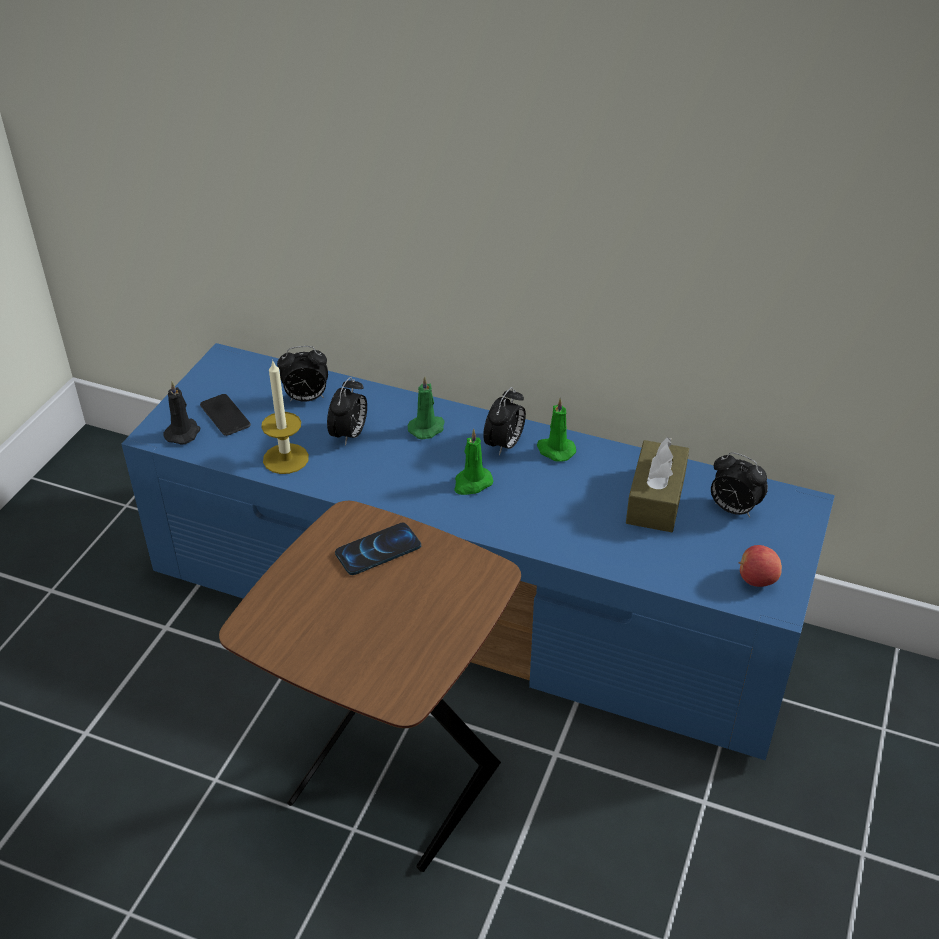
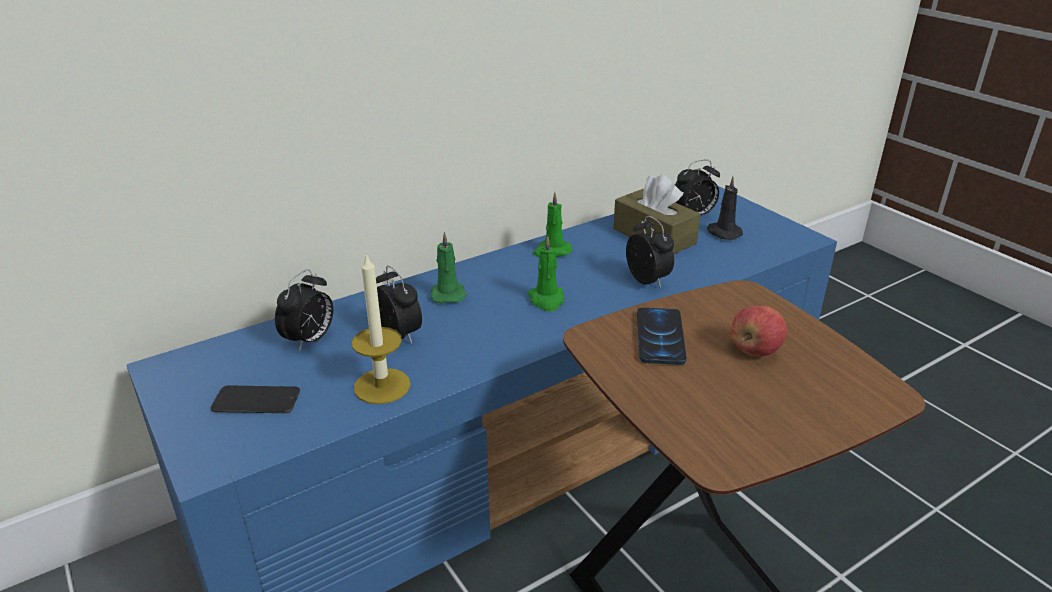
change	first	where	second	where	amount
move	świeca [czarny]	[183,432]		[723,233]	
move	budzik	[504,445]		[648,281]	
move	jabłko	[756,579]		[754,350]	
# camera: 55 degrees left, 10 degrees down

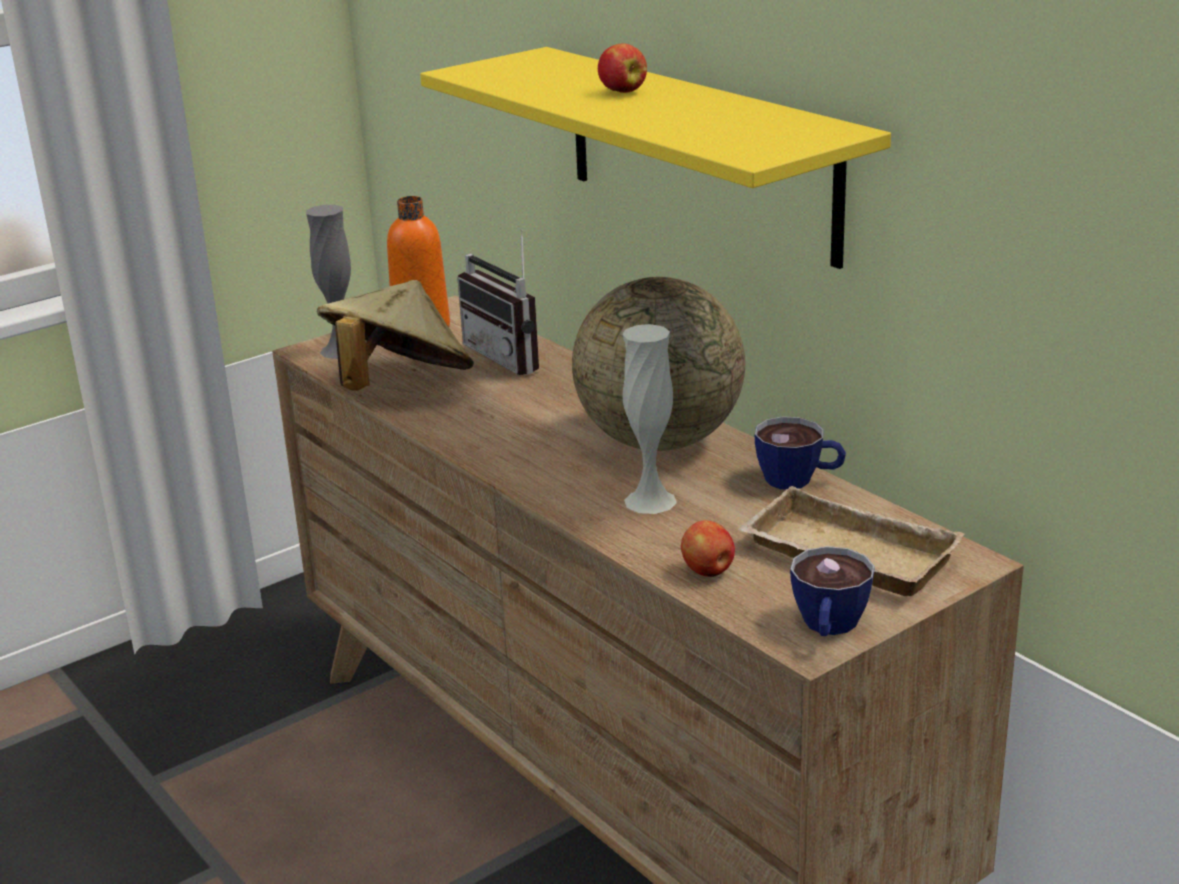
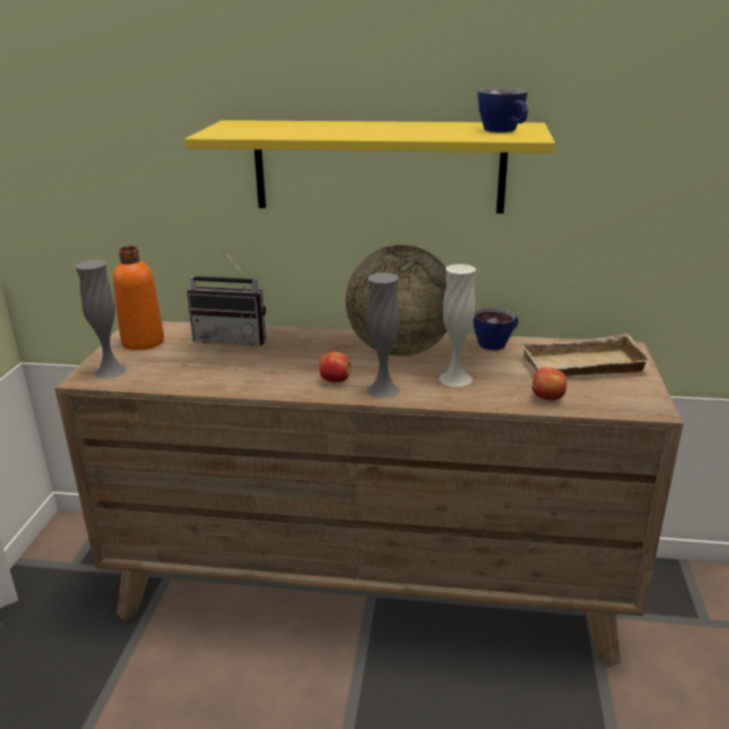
change	first	where	second	where	amount
move	jabłko	[622,91]		[334,380]	
delete	kapelusz [beżowy]	[399,386]			
move	filiżanka	[828,628]		[504,131]	
insert			wazon [szary]	[383,390]	
# camera: 45 degrees left, 0 degrees up

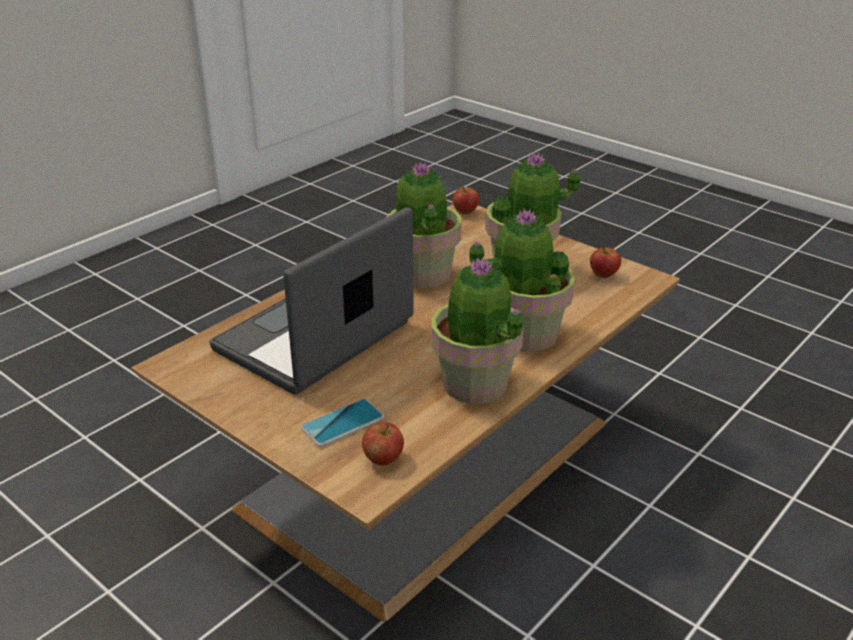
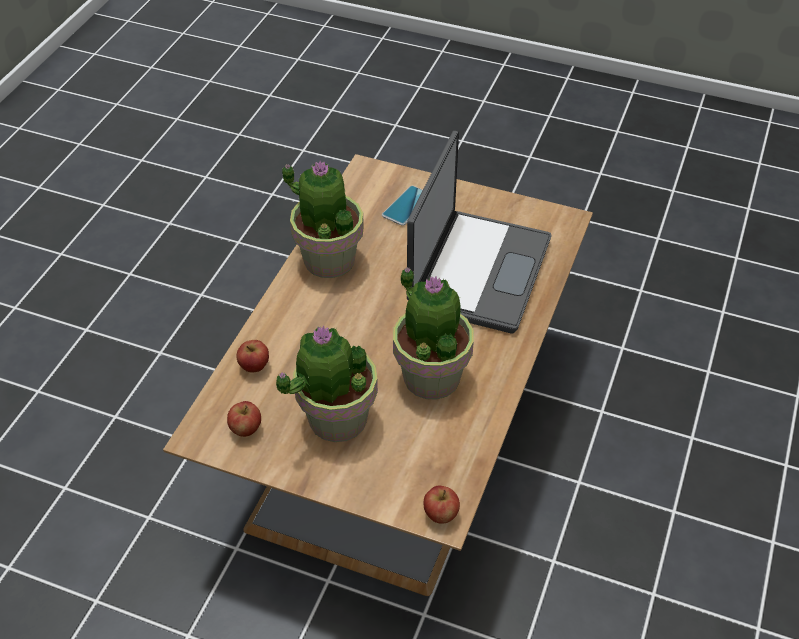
change	first	where	second	where	amount
delete	roślina doniczkowa	[526,334]			
move	jabłko	[383,459]		[254,366]	
# camera: 160 degrees right, 15 degrees up

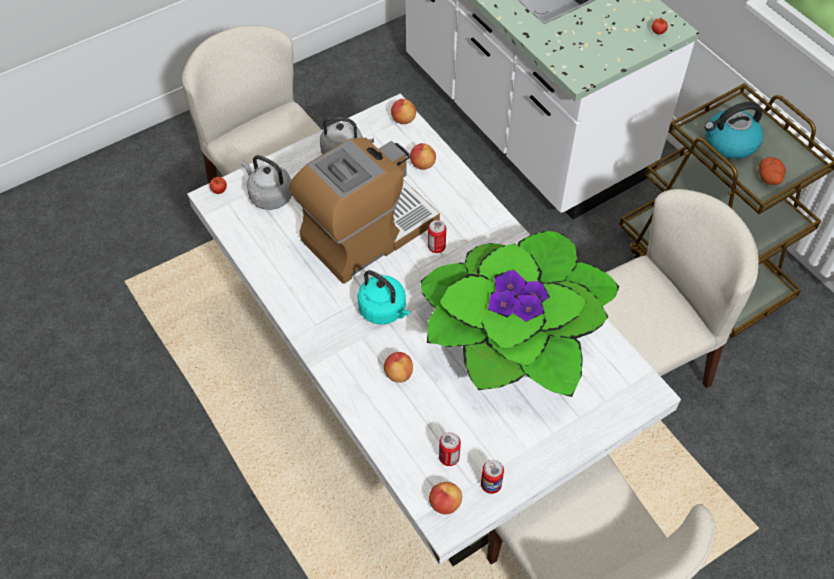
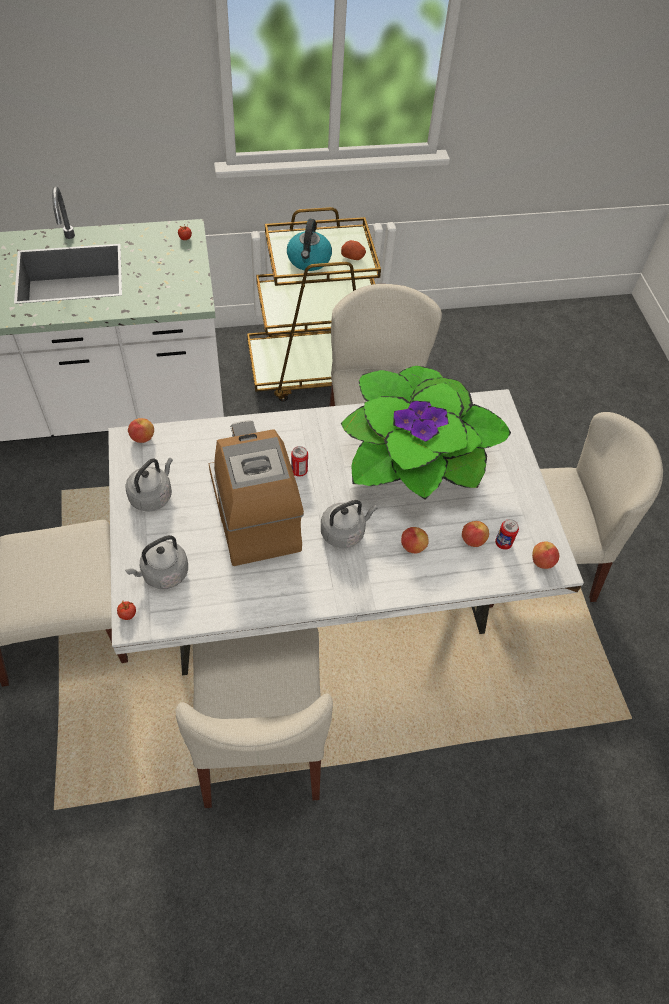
change	first	where	second	where	amount
move	jabłko	[422,164]		[472,540]	
recolor	czajnik [turkusowy]	[384,310]	czajnik [szary]	[344,532]	
delete	puszka	[491,485]			
insert			krzesło [beżowy]	[261,739]	
# camera: 70 degrees left, 0 degrees up

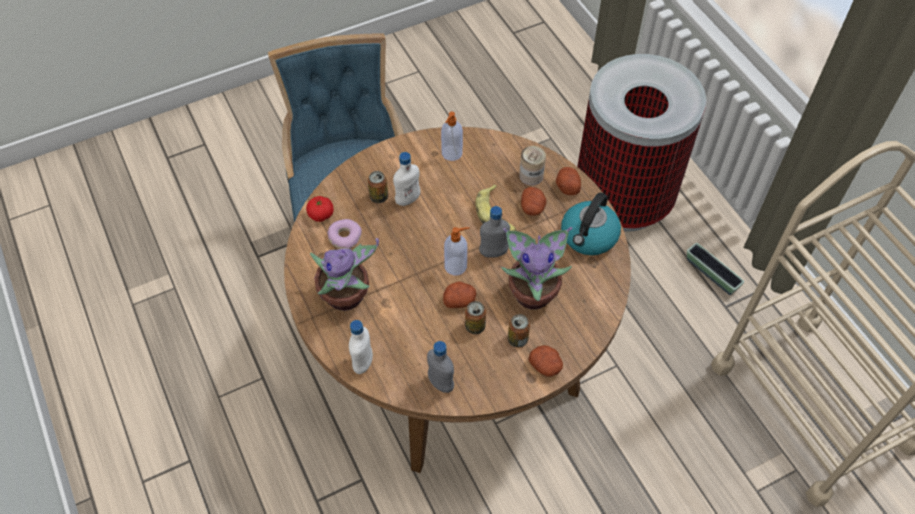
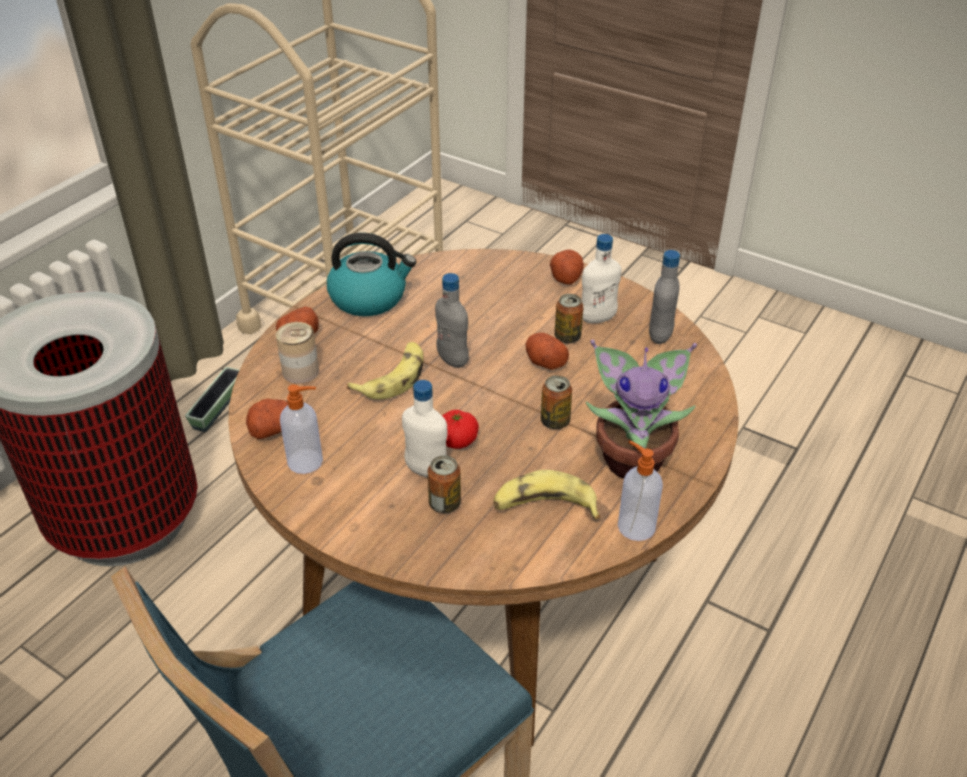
change	first	where	second	where	amount
move	ziemniak	[532,208]		[272,428]	
move	pomidor	[321,214]		[457,440]	
replace	donut	[345,237]	banan	[544,506]	
move	dozownik mydła	[456,266]		[635,526]	
delete	roślina doniczkowa	[533,292]			
move	puszka	[517,339]		[555,421]	
move	butelka [biały]	[363,363]		[597,318]	
# camera: 120 degrees left, 15 degrees down

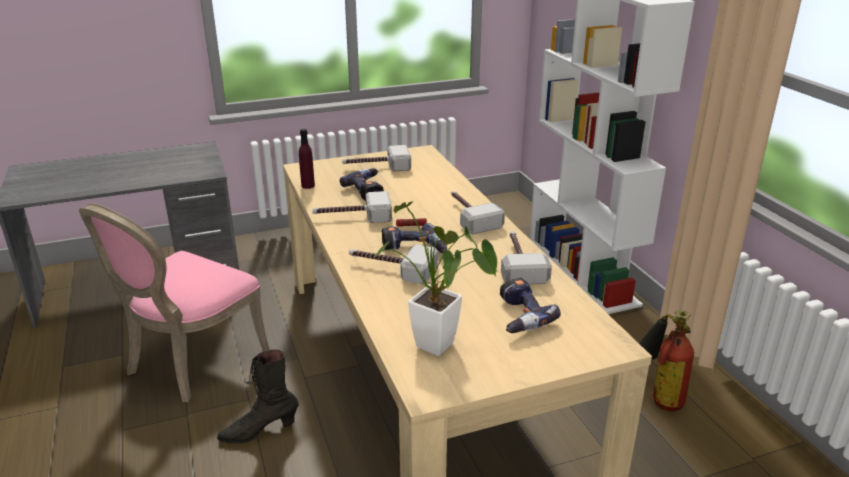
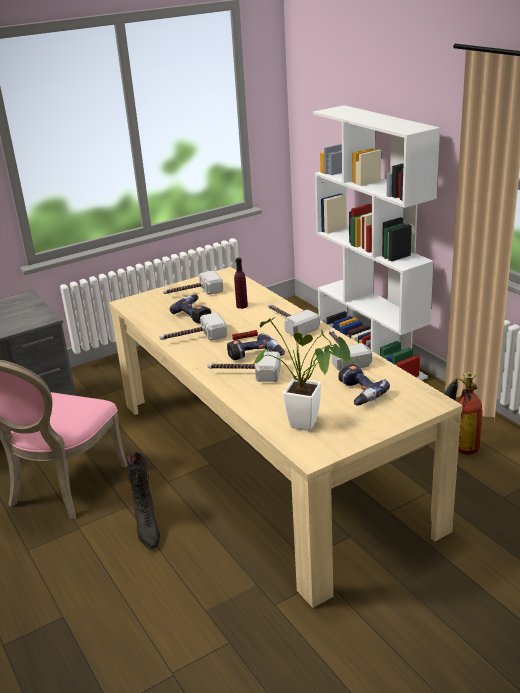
change	first	where	second	where	amount
move	butelka [fioletowy]	[308,186]		[242,306]	
rotate	but z cholewką [czarny]	[259,431]		[147,528]	75 degrees counterclockwise
# camera: 10 degrees left, 0 degrees up

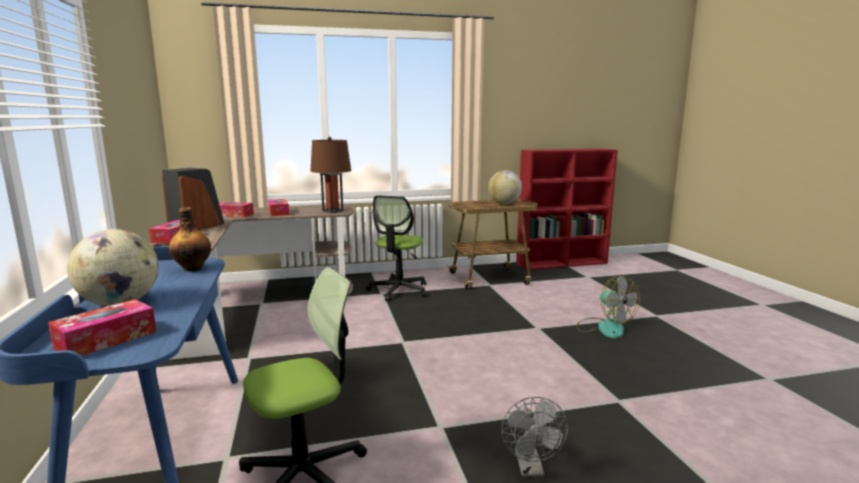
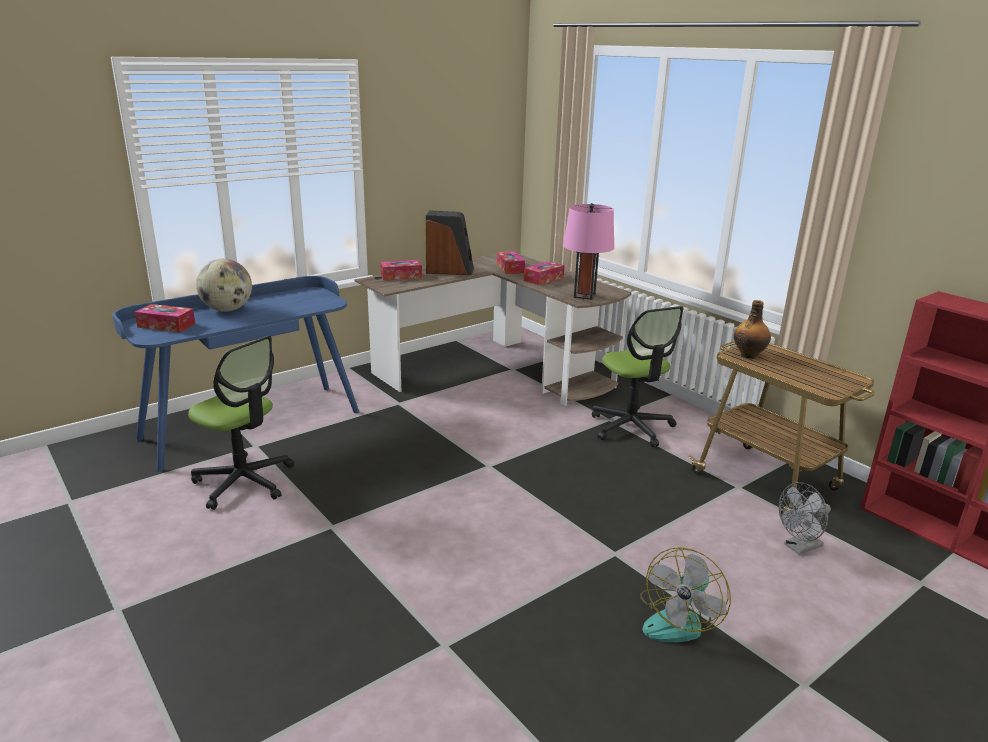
change	first	where	second	where	amount
recolor	lampa stołowa [brązowy]	[332,211]	lampa stołowa [różowy]	[584,295]	
delete	globus	[504,204]			
rotate	krzesło biurowe	[399,290]		[631,427]	105 degrees counterclockwise
move	butelka	[193,268]		[749,355]	
move	wentylator [szary]	[531,469]		[799,547]	
# camera: 65 degrees right, 10 degrees up

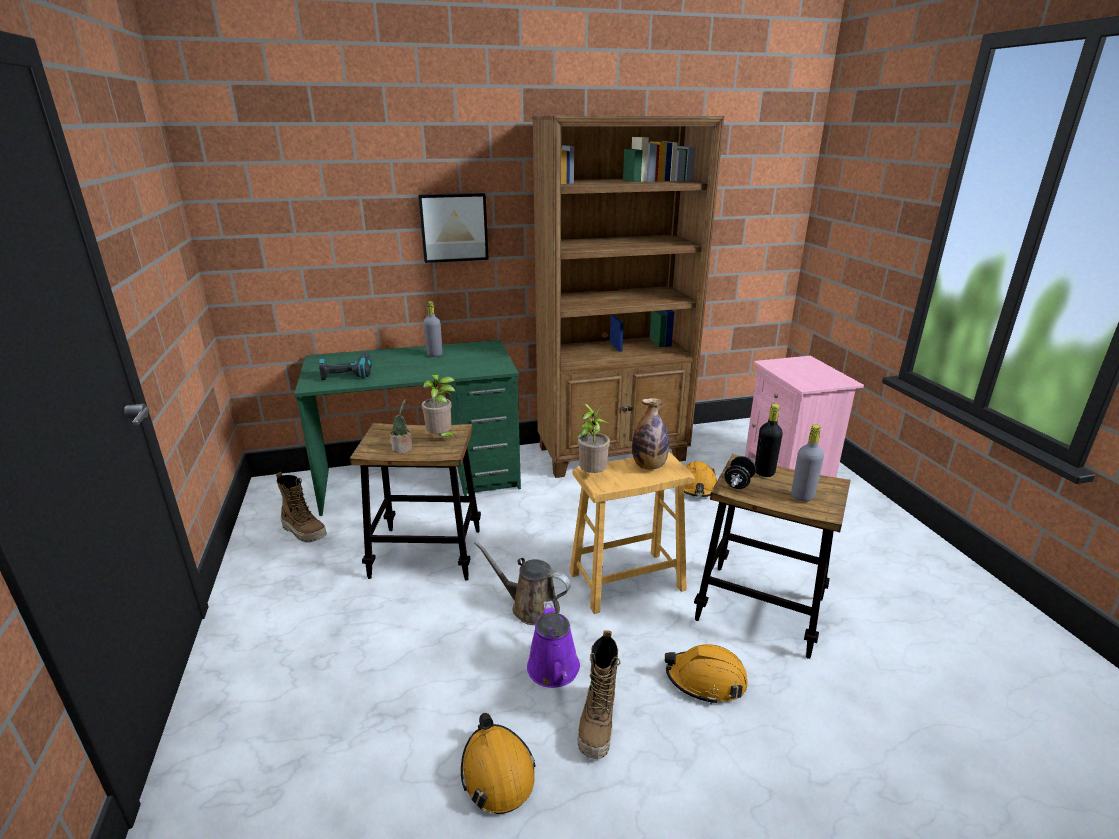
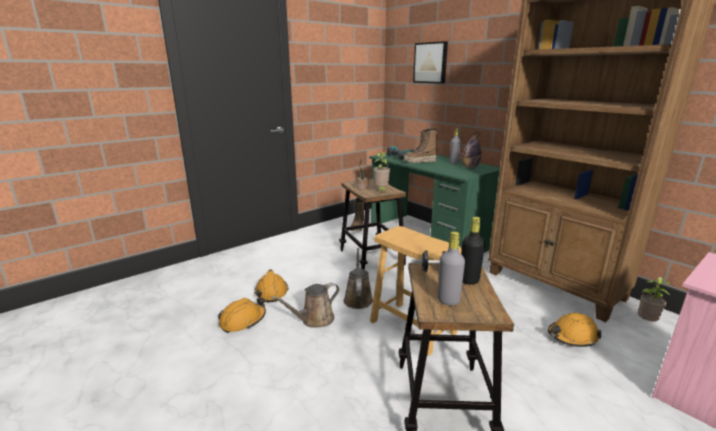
change	first	where	second	where	amount
move	obraz	[453,227]		[431,63]	
move	butelka	[649,466]		[470,167]	
move	roślina doniczkowa	[592,475]		[646,322]	
recolor	konewka [fioletowy]	[554,671]	konewka [brązowy]	[314,319]	
move	but z cholewką	[598,724]		[419,162]	
move	kask [pomarańczowy]	[705,680]		[271,291]	
# camera: 65 degrees right, 5 degrees down

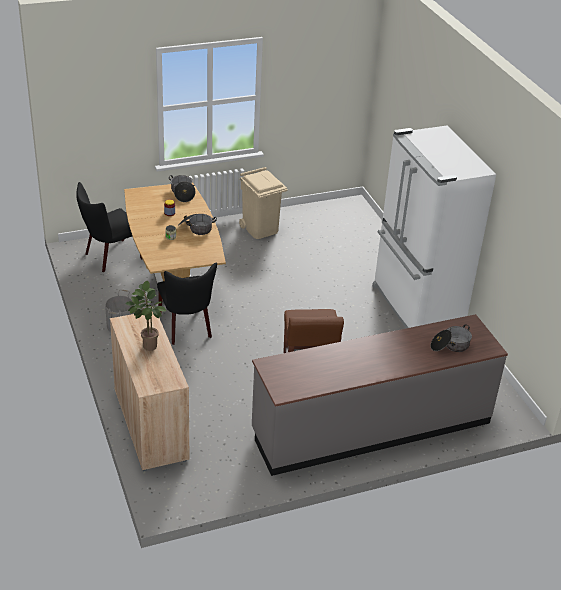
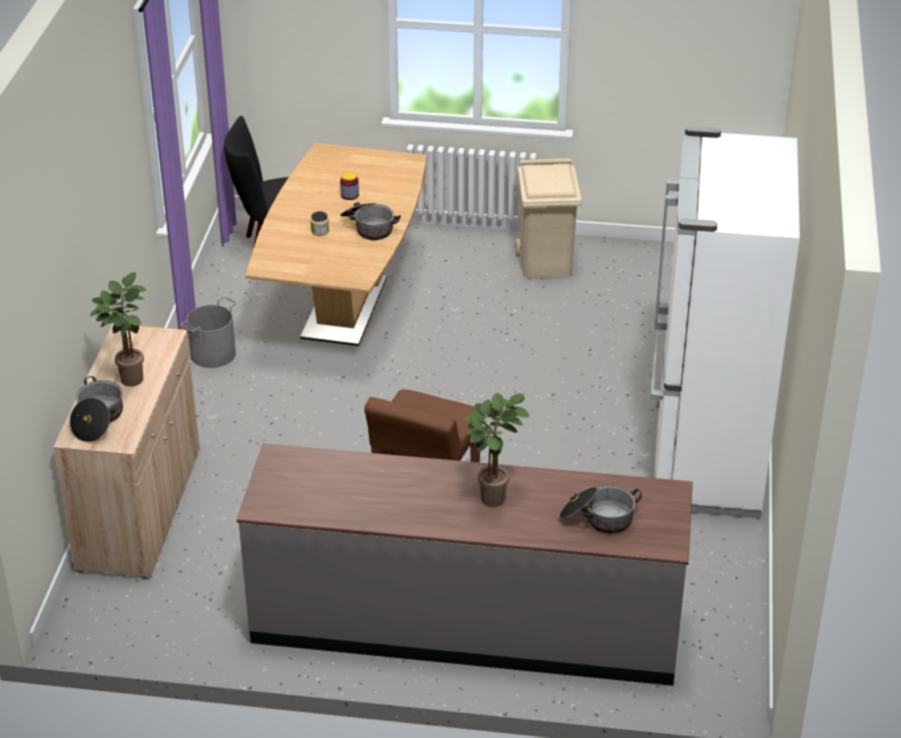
change	first	where	second	where	amount
move	garnek	[182,193]		[98,420]	
delete	krzesło [czarny]	[187,328]			
insert			roślina doniczkowa	[492,496]	
# camera: 30 degrees right, 0 degrees up

